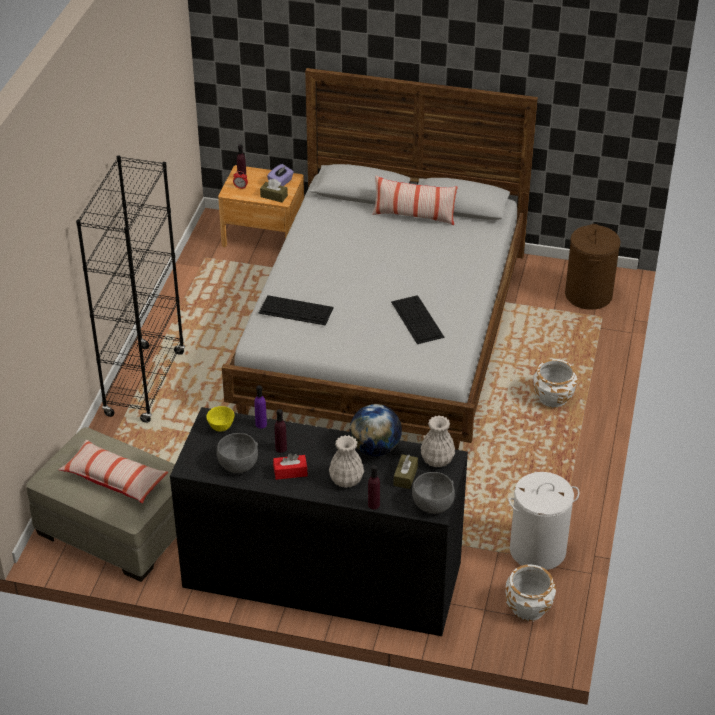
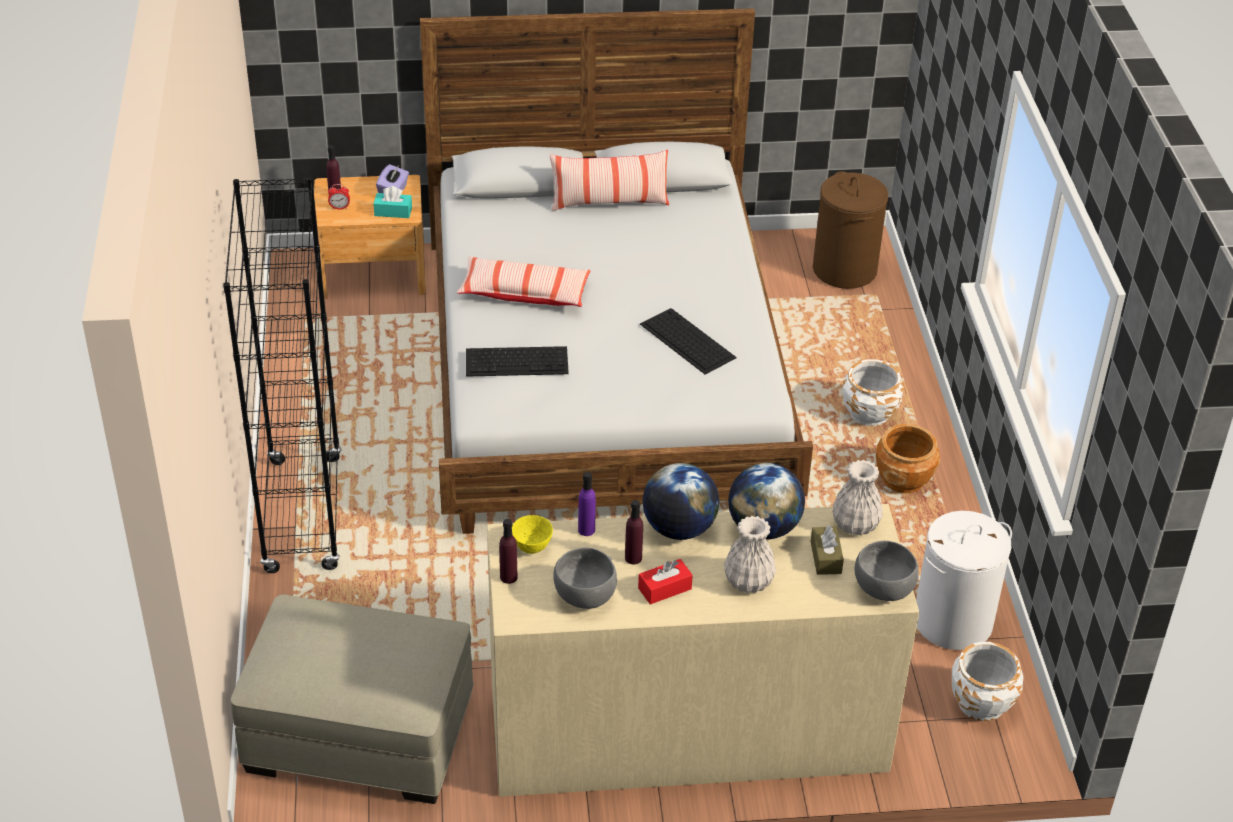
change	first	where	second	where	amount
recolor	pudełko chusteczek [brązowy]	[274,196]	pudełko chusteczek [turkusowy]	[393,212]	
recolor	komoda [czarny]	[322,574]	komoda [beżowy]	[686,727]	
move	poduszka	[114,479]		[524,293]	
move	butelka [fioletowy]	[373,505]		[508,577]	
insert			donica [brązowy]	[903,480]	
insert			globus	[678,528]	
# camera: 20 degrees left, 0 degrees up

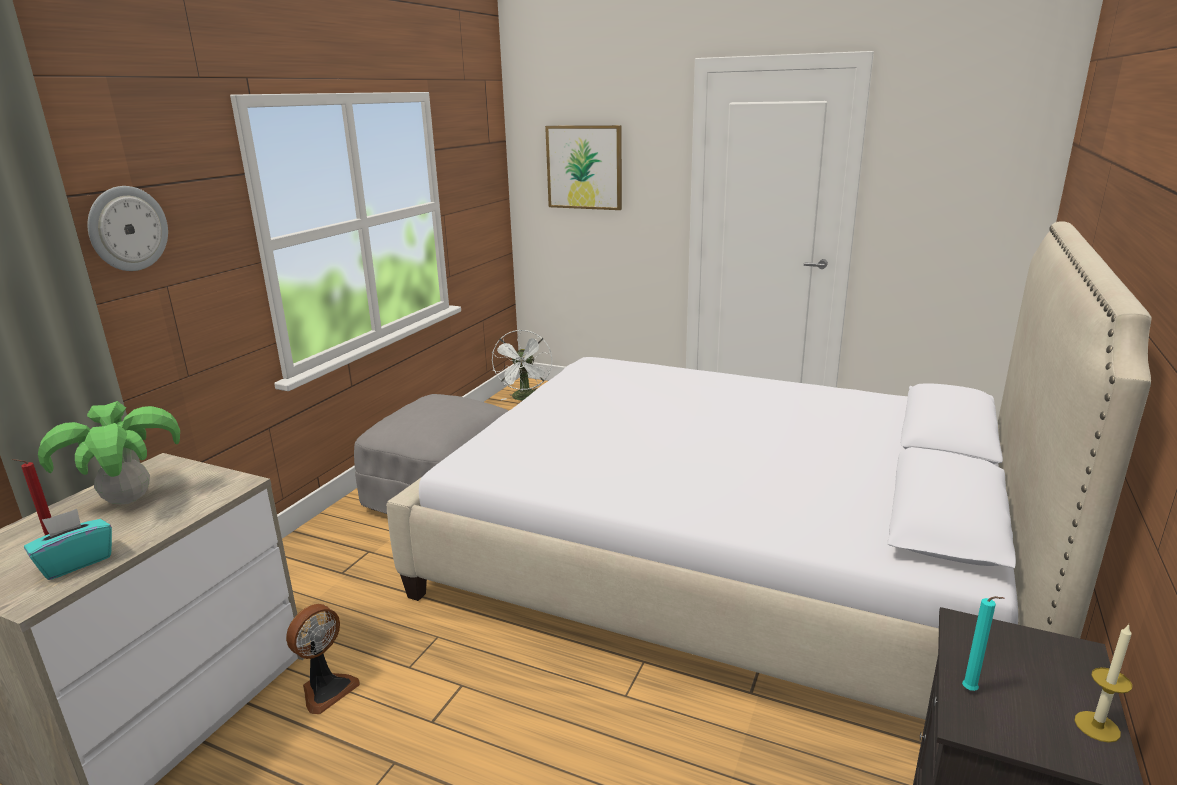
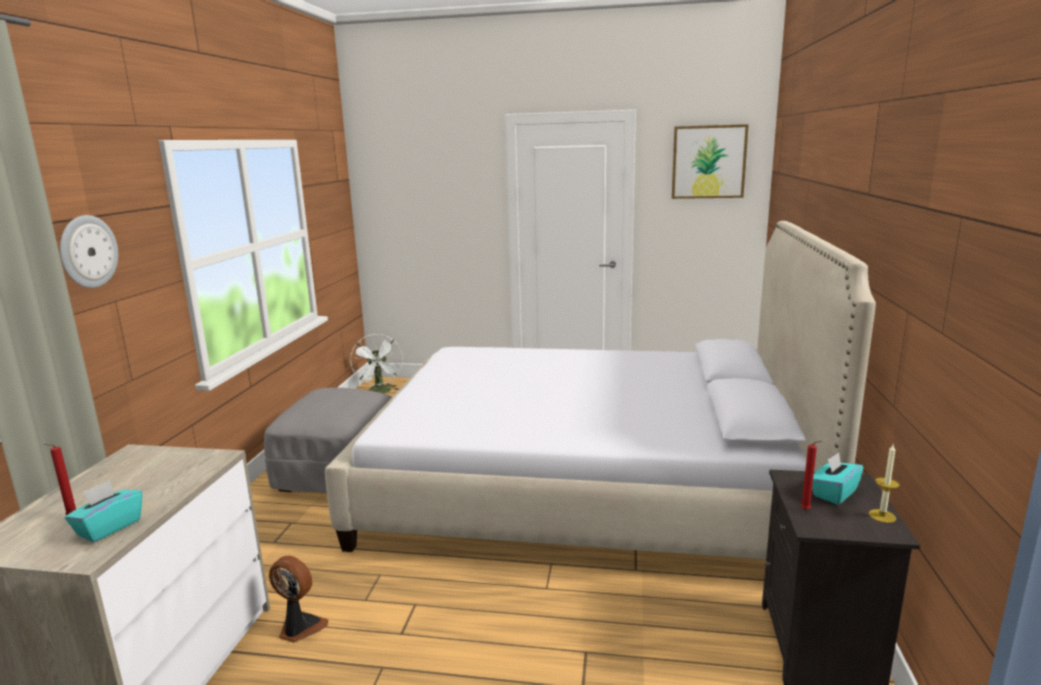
change	first	where	second	where	amount
move	obraz	[584,167]		[708,162]	
delete	roślina doniczkowa	[127,500]			
recolor	świeca [turkusowy]	[971,691]	świeca [czerwony]	[807,510]	
rotate	wentylator	[326,689]		[299,628]	90 degrees counterclockwise
insert			pudełko chusteczek [turkusowy]	[834,493]	
# camera: 15 degrees left, 5 degrees down

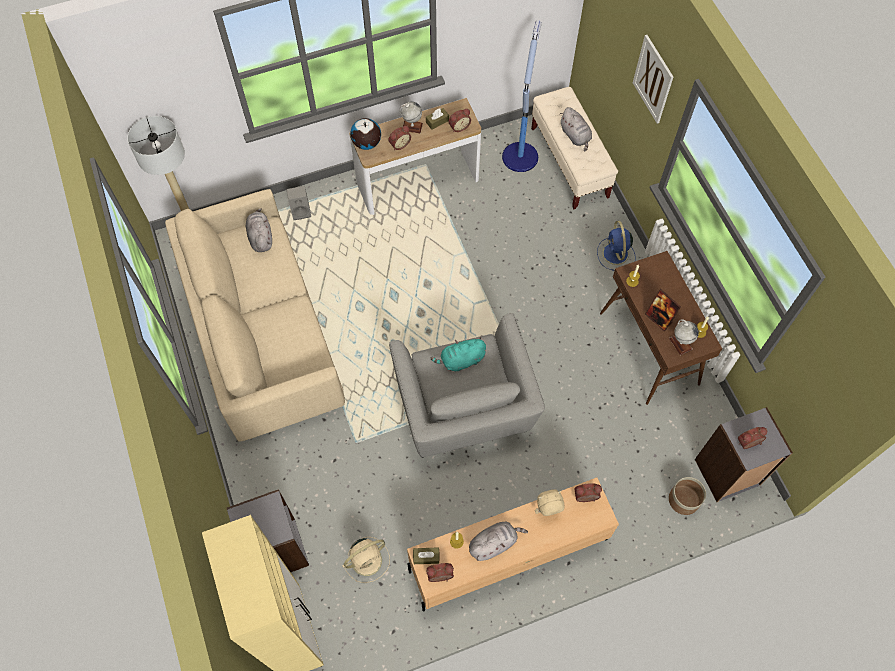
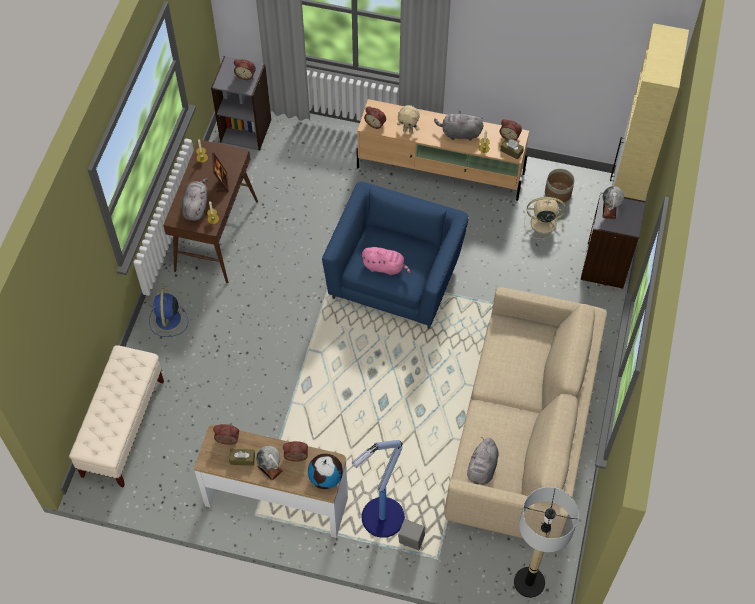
change	first	where	second	where	amount
move	lampa stojąca	[520,155]		[381,518]	
delete	obraz	[653,79]			
move	pluszak [szary]	[575,136]		[196,206]	
rotate	wentylator [niebieski]	[615,254]		[168,320]	150 degrees clockwise
recolor	fotel [szary]	[464,409]	fotel [niebieski]	[396,278]	
move	globus	[680,343]		[609,210]	
recolor	pluszak [turkusowy]	[461,360]	pluszak [różowy]	[385,267]	
move	donica	[684,500]		[557,193]	
# camera: 145 degrees left, 5 degrees down

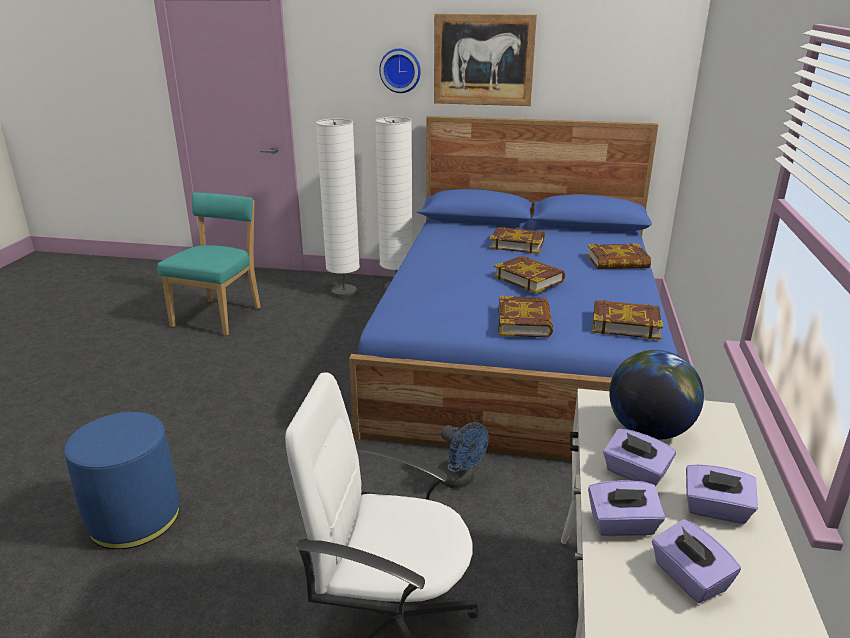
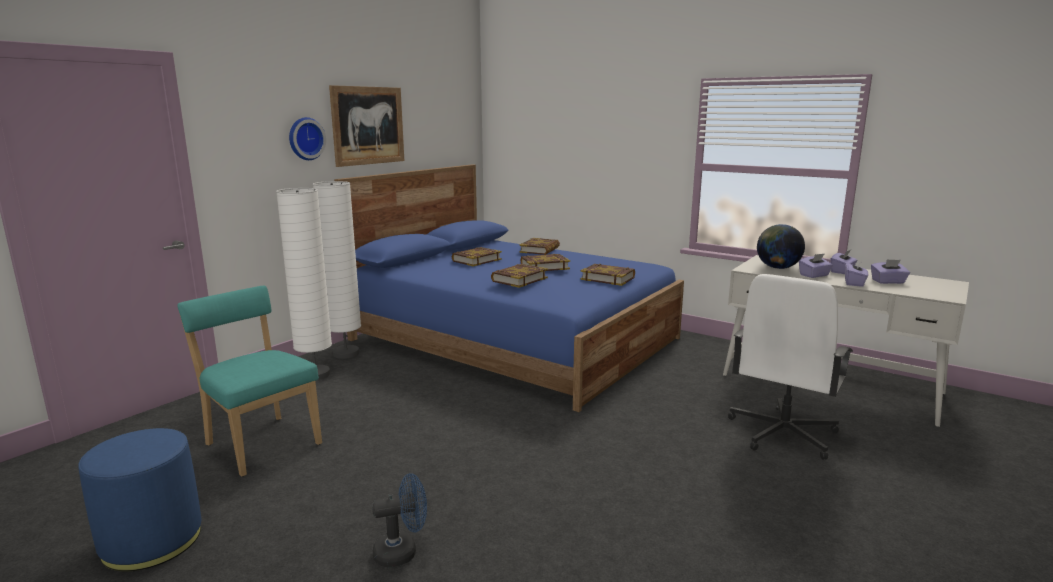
change	first	where	second	where	amount
move	książka	[625,324]		[519,279]	
move	pufa [niebieski]	[135,518]		[152,540]	
move	wentylator [niebieski]	[460,480]		[402,551]	
# camera: 65 degrees left, 10 degrees down

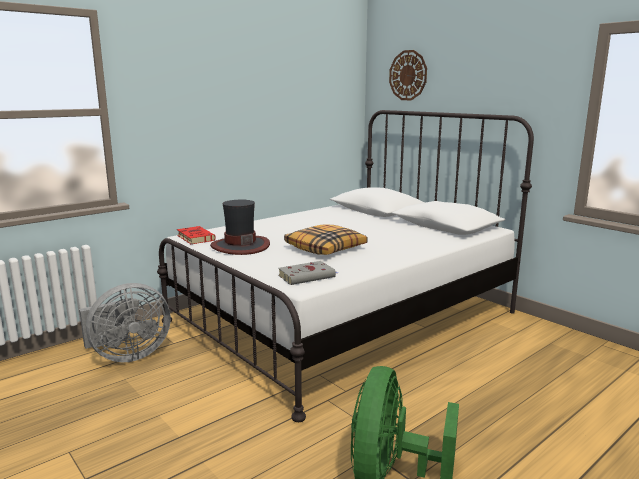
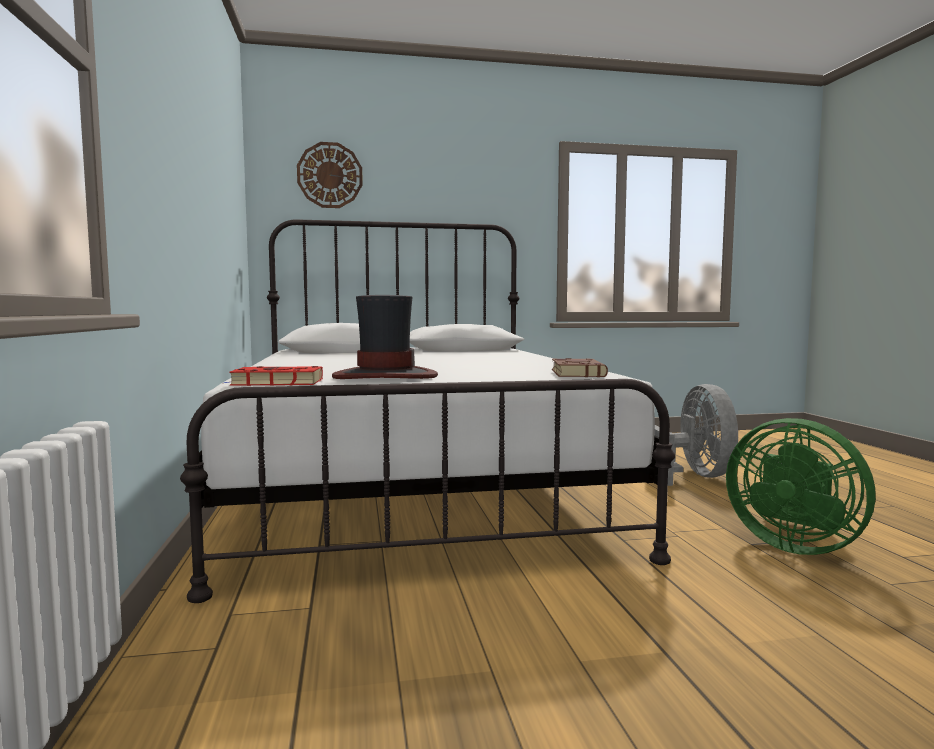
change	first	where	second	where	amount
delete	poduszka	[326,248]			
recolor	książka [szary]	[308,276]	książka [brązowy]	[576,373]	
move	wentylator [szary]	[127,355]		[694,477]	
# camera: 60 degrees left, 10 degrees down

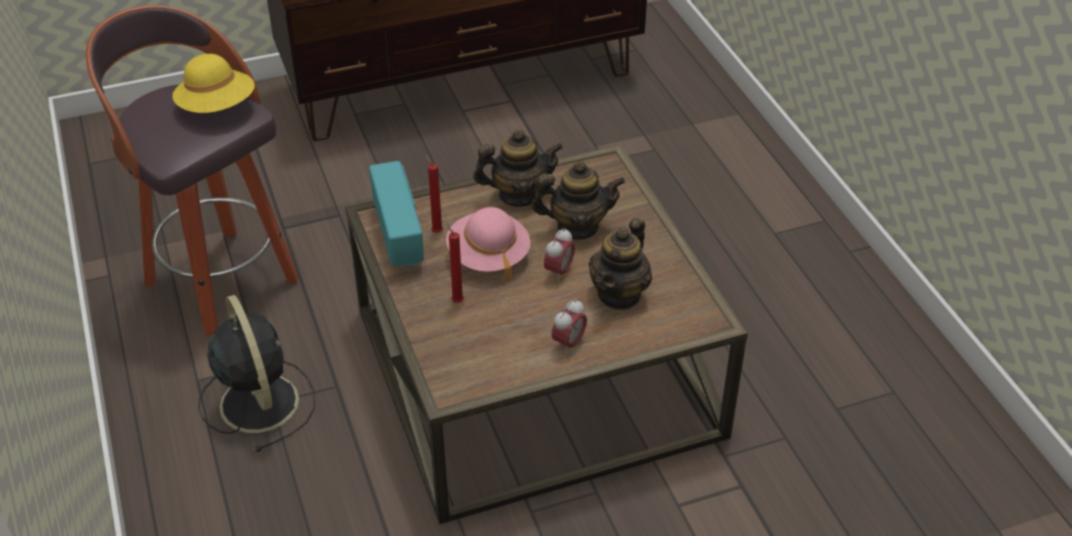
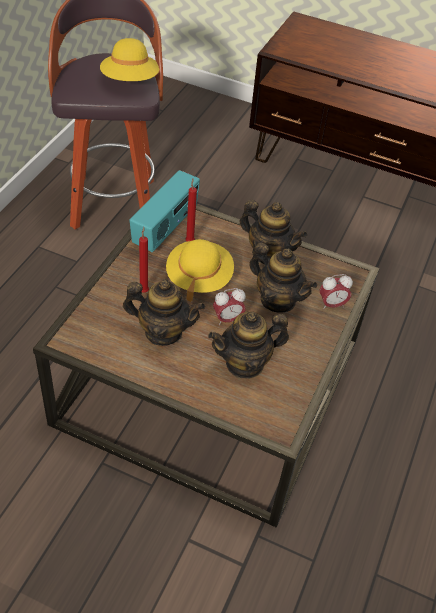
change	first	where	second	where	amount
recolor	kapelusz [różowy]	[488,256]	kapelusz [żółty]	[199,278]	
delete	wentylator [czarny]	[258,400]			
move	budzik	[568,343]		[332,304]	
insert			imbryk	[163,332]	
# camera: 40 degrees right, 5 degrees up

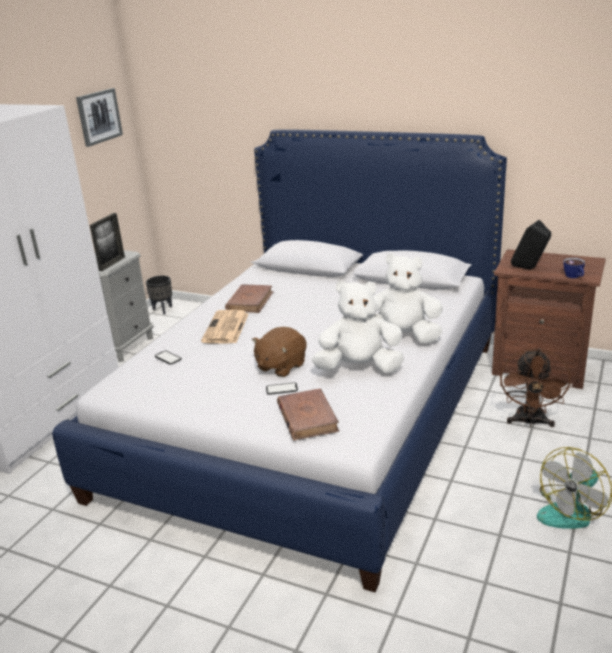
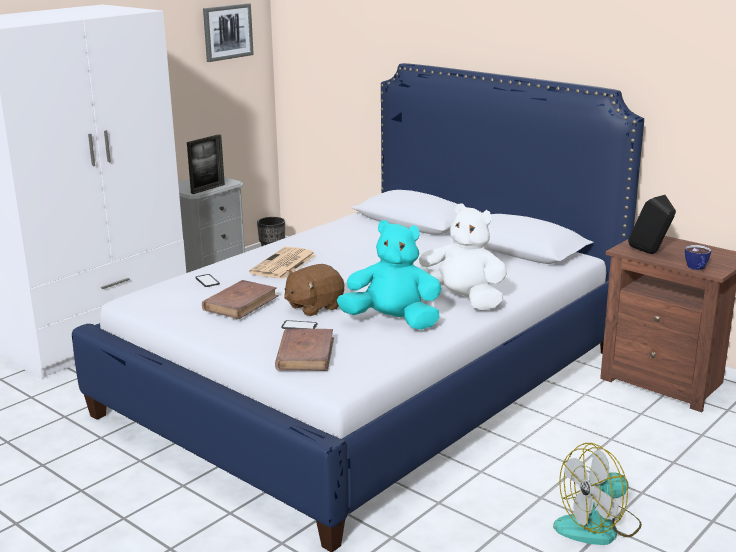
change	first	where	second	where	amount
recolor	pluszak [biały]	[359,368]	pluszak [turkusowy]	[392,321]	
move	książka [brązowy]	[250,301]		[240,303]	
delete	wentylator [brązowy]	[530,422]			
# camera: 15 degrees right, 5 degrees down

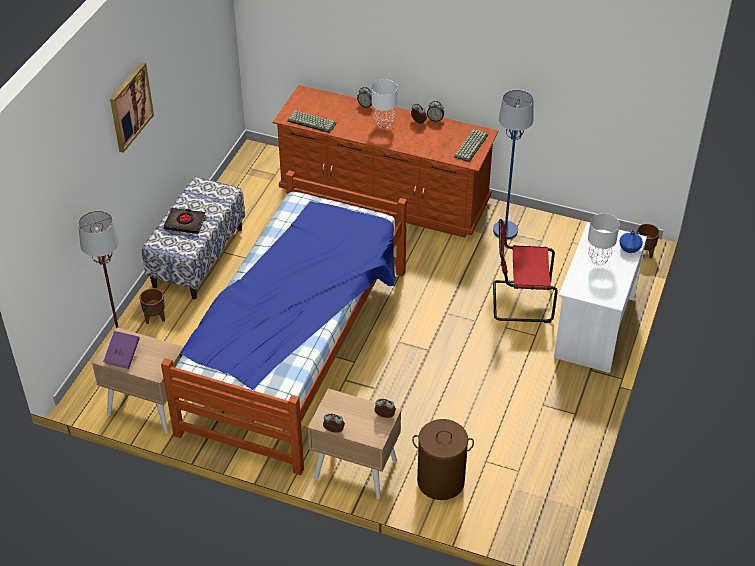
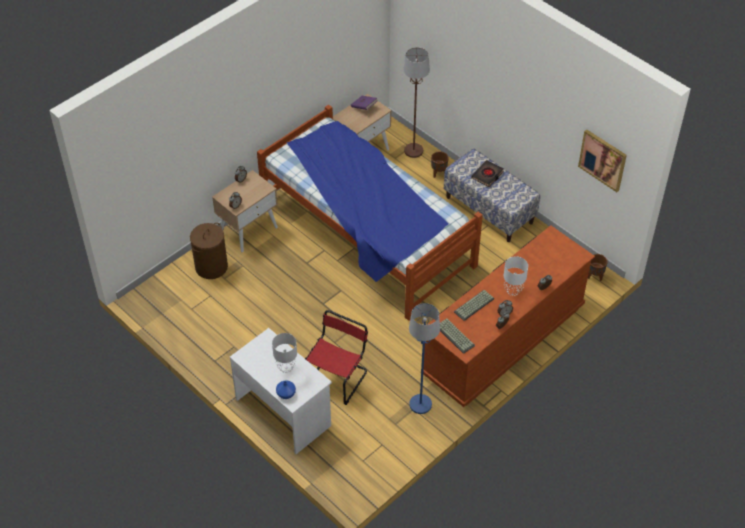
change	first	where	second	where	amount
move	obraz	[130,106]		[603,160]	
move	klawiatura	[312,122]		[474,306]	
move	donica [brązowy]	[644,253]		[594,276]	
# camera: 115 degrees right, 5 degrees up

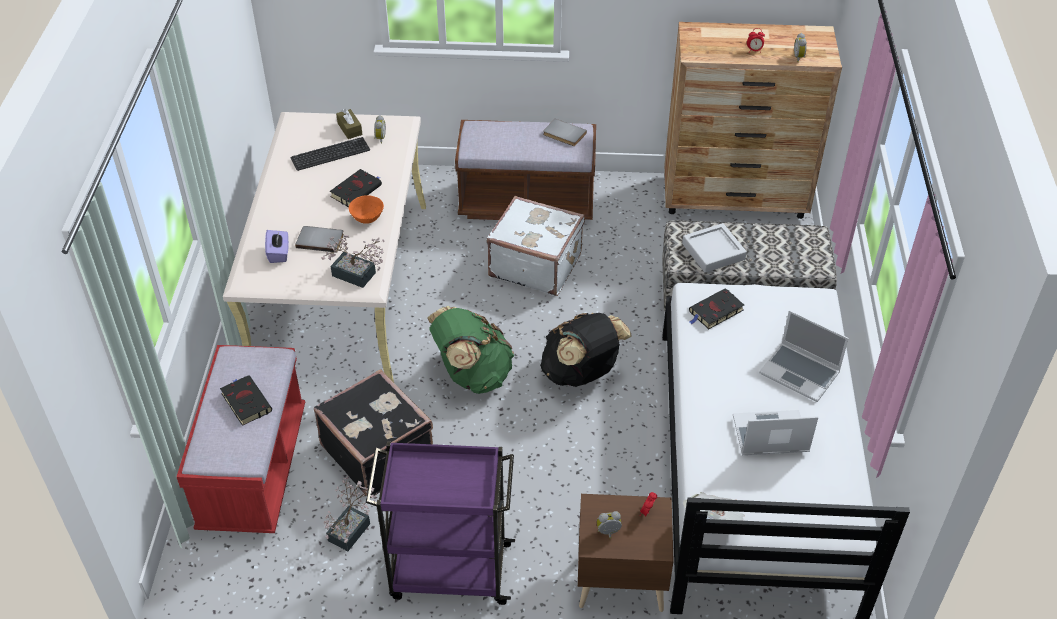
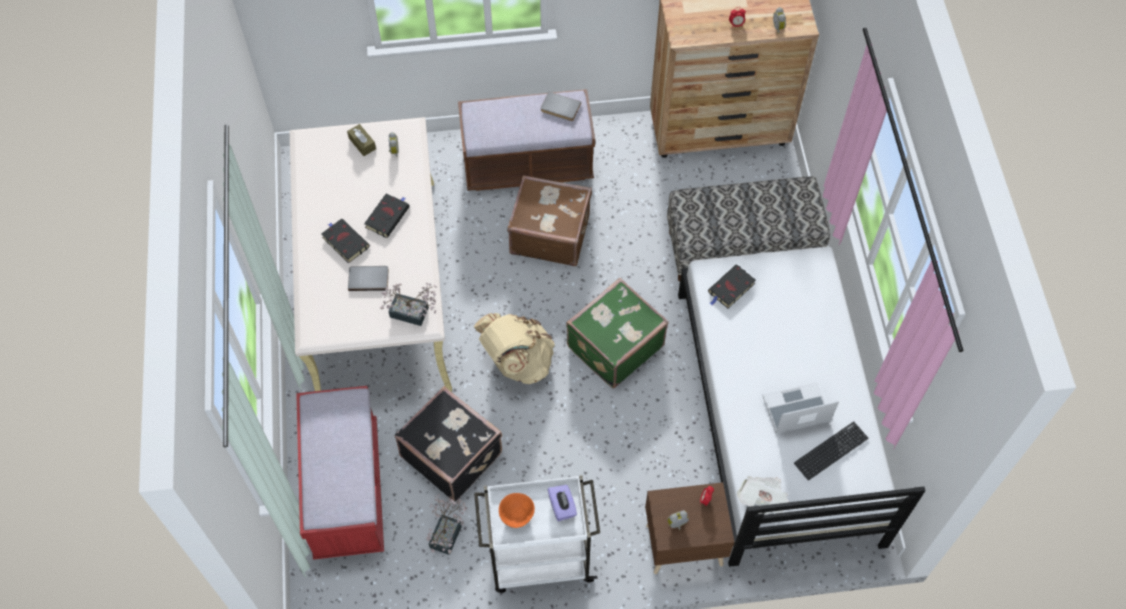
change	first	where	second	where	amount
move	klawiatura	[330,154]		[831,451]	
move	miska [pomarańczowy]	[367,219]		[517,516]	
recolor	walizka [biały]	[535,264]	walizka [brązowy]	[549,233]	
delete	taca [szary]	[713,251]			
move	pudełko chusteczek [fioletowy]	[279,253]		[562,507]	
recolor	plecak [zielony]	[472,375]	plecak [beżowy]	[517,362]	
delete	laptop	[800,373]			
replace	plecak [czarny]	[581,373]	walizka [zielony]	[613,345]	
move	książka [czarny]	[245,401]		[344,241]	
recolor	wózek [fioletowy]	[448,571]	wózek [biały]	[538,559]	
# camera: 10 degrees left, 15 degrees up

